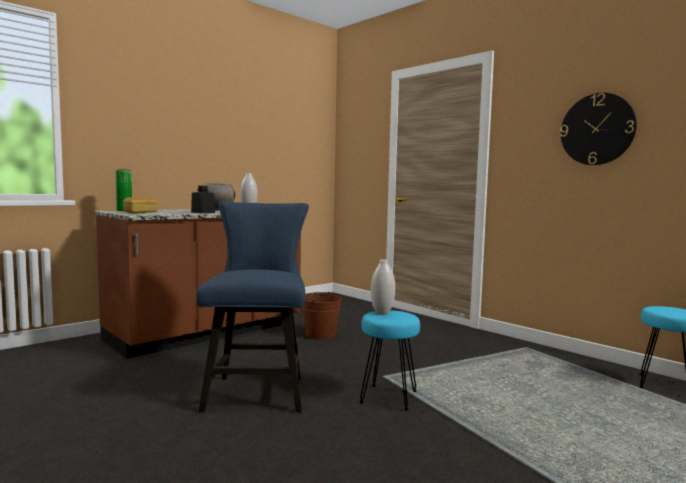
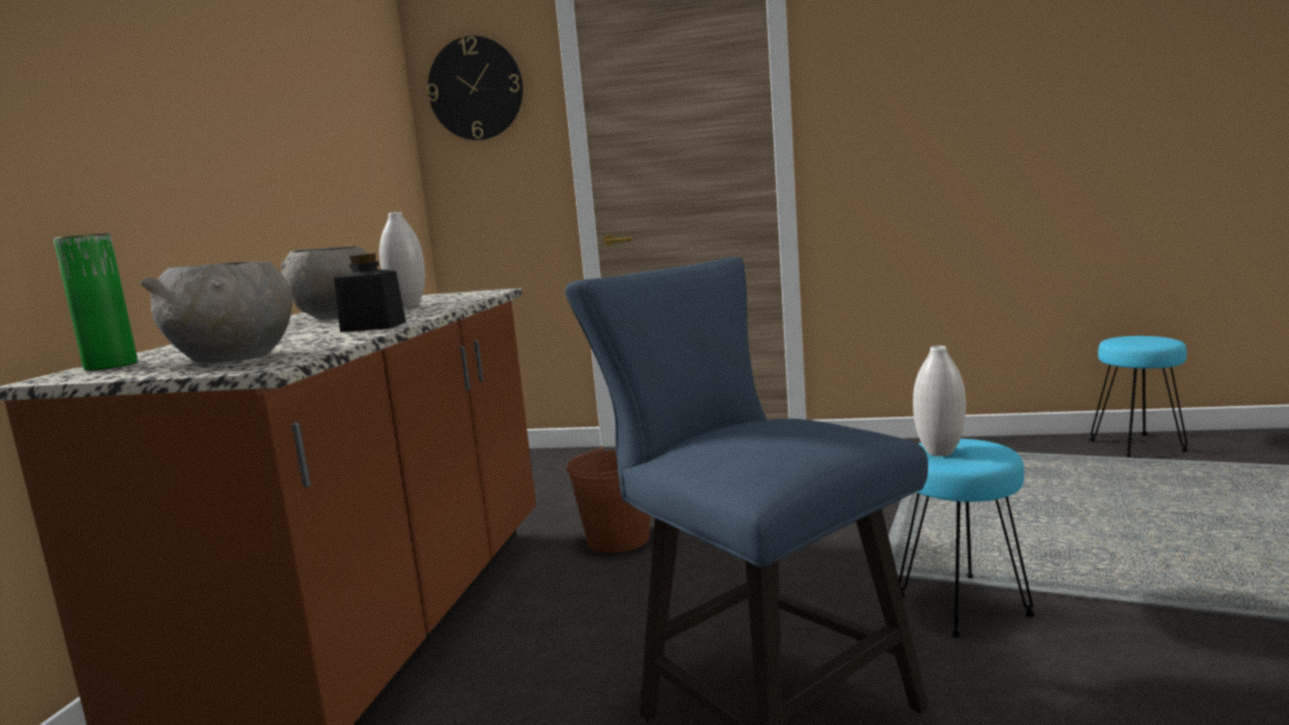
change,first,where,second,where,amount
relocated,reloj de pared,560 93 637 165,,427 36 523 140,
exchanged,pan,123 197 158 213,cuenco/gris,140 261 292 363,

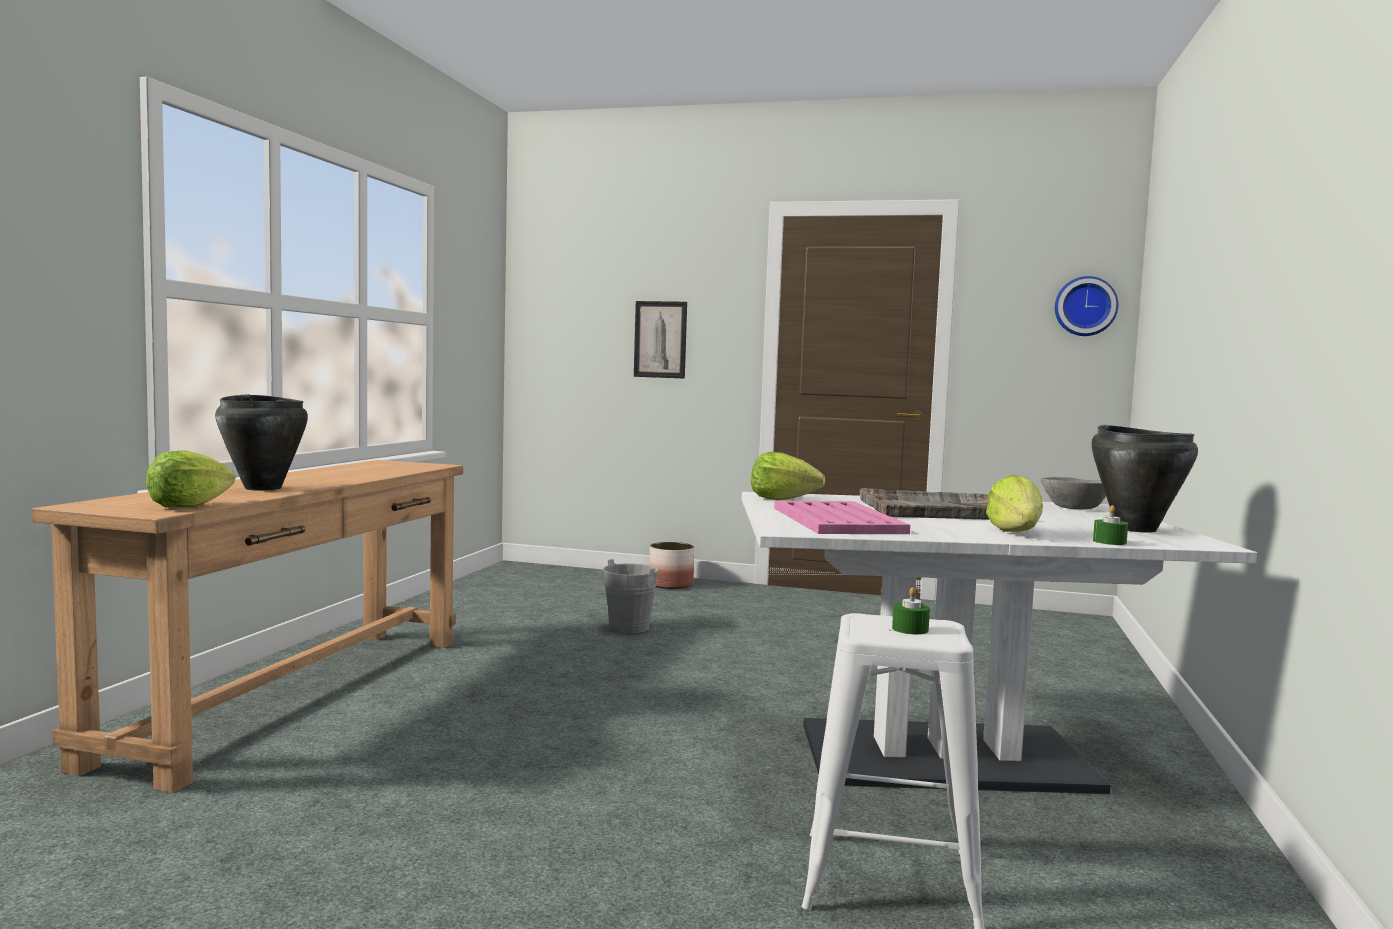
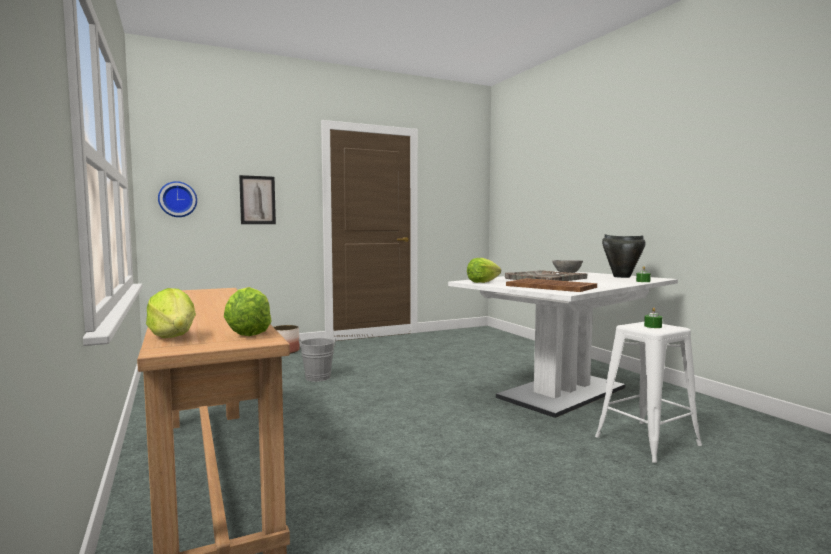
change,first,where,second,where,amount
relocated,reloj de pared,1055 276 1118 336,,158 181 197 217,
missing,olla/negro,215 394 308 491,,,
relocated,lechuga,986 475 1043 532,,146 288 196 338,
colour,bandeja/rosa,774 500 910 534,bandeja/marrón,506 278 597 292,

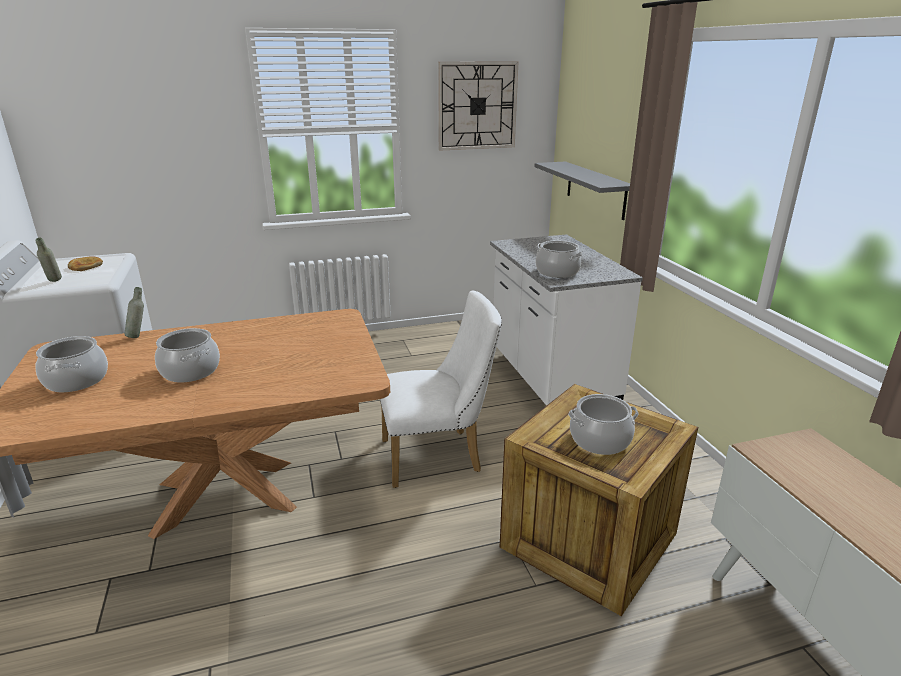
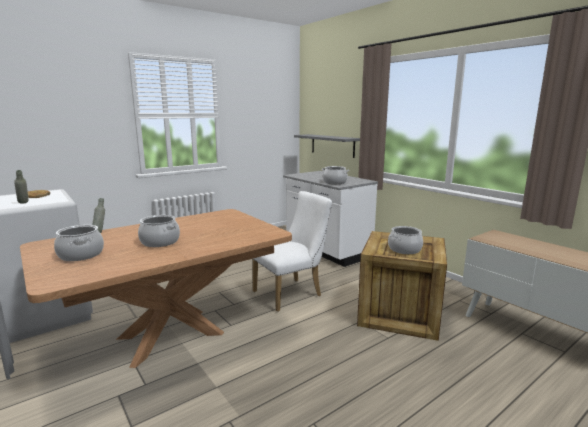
change,first,where,second,where,amount
missing,reloj de pared,438 61 518 151,,,

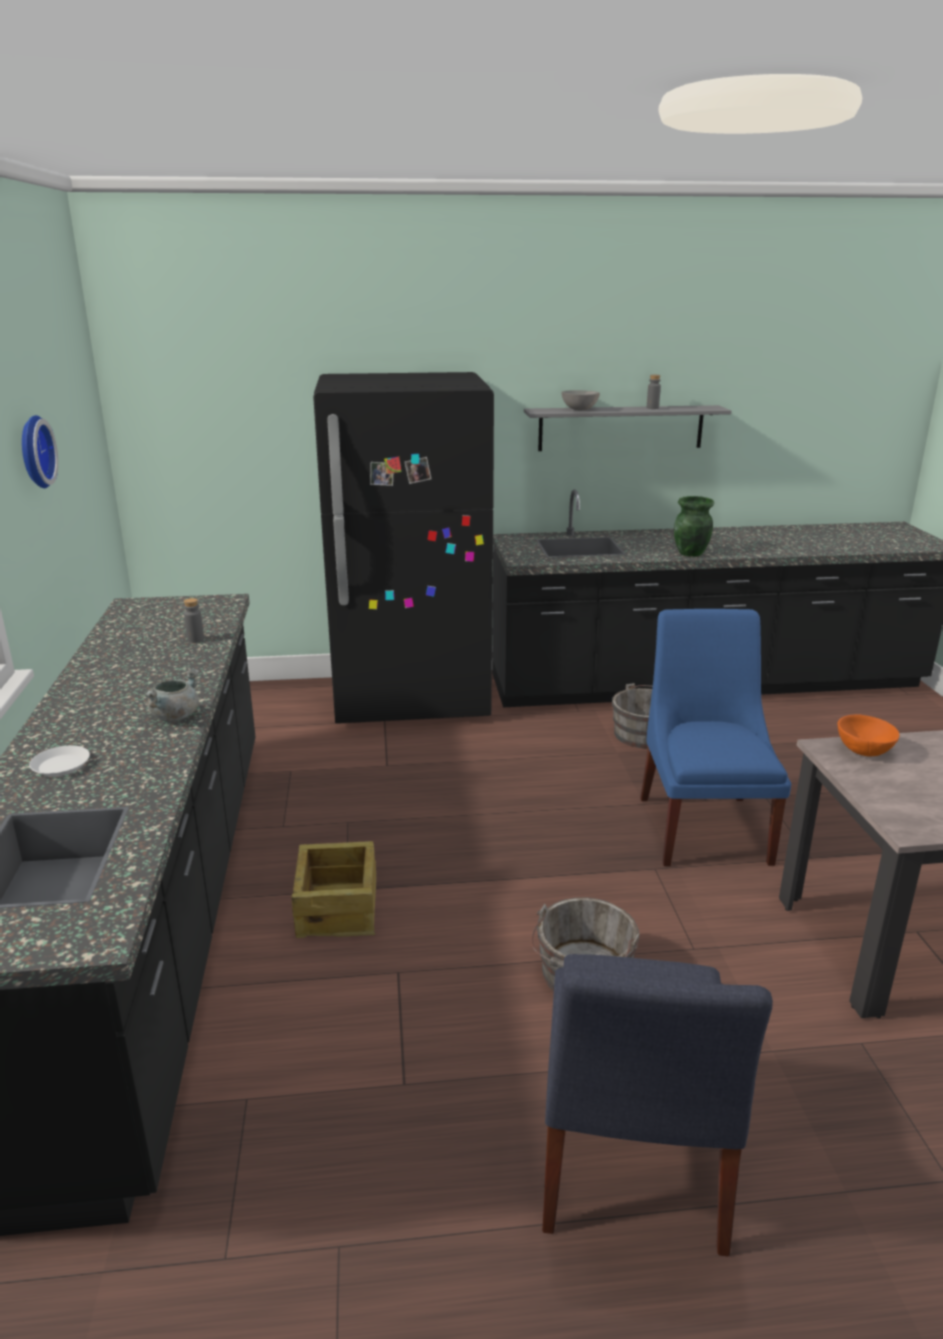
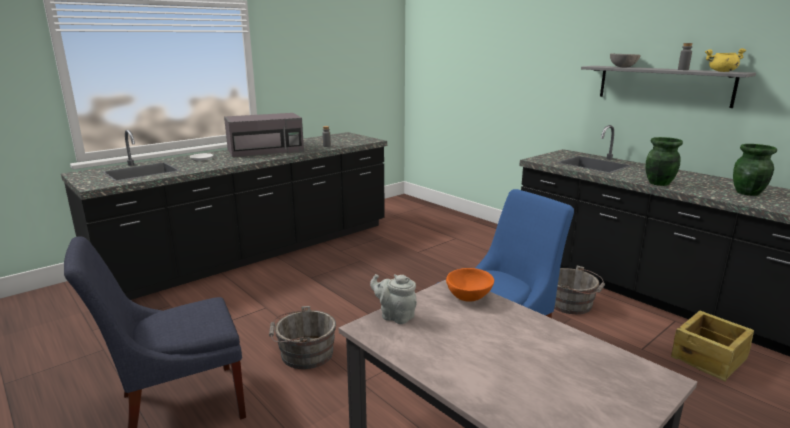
change,first,where,second,where,amount
missing,nevera/negro,313 372 494 723,,,
missing,reloj de pared,22 415 58 488,,,
missing,olla/gris,145 668 199 720,,,
relocated,caja de embalaje,291 841 376 938,,671 311 754 382,
appeared,,,olla/amarillo,705 48 746 72,
appeared,,,microondas/gris,224 113 304 158,
appeared,,,florero/verde,733 144 777 196,
appeared,,,tetera/gris,370 274 417 324,

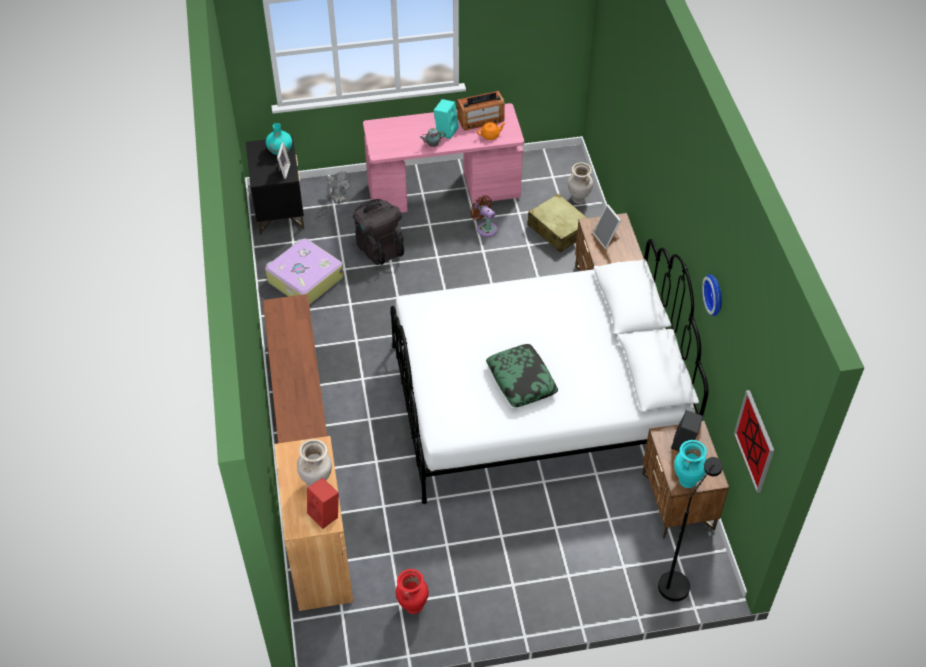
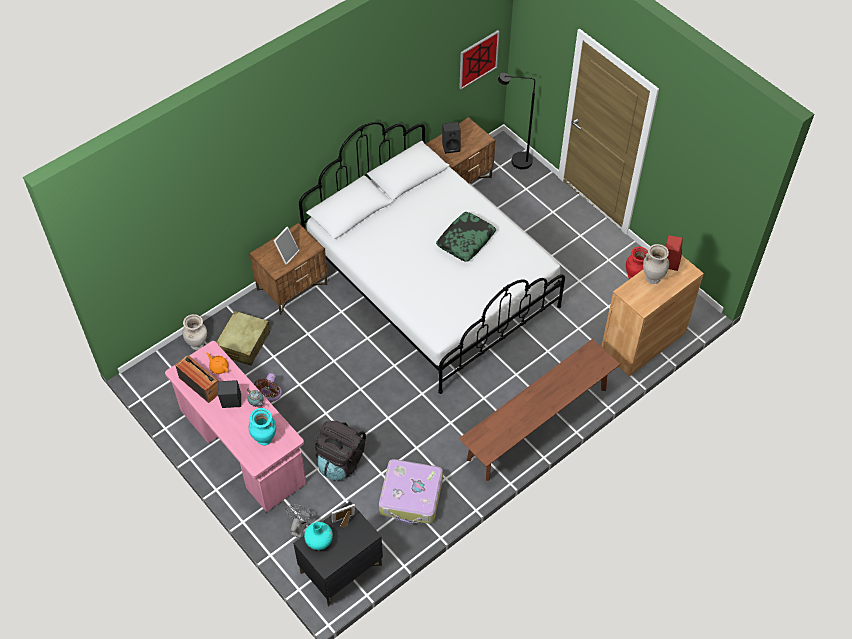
change,first,where,second,where,amount
colour,altavoz/turquesa,434 99 459 139,altavoz/negro,218 380 241 408,
missing,reloj de pared,702 274 722 316,,,
relocated,florero/turquesa,674 440 707 488,,249 408 276 445,

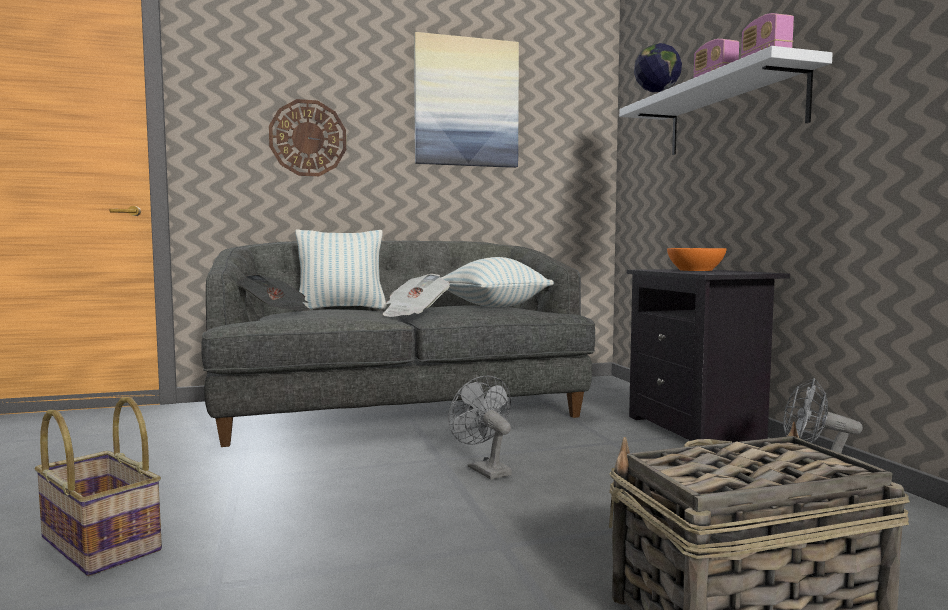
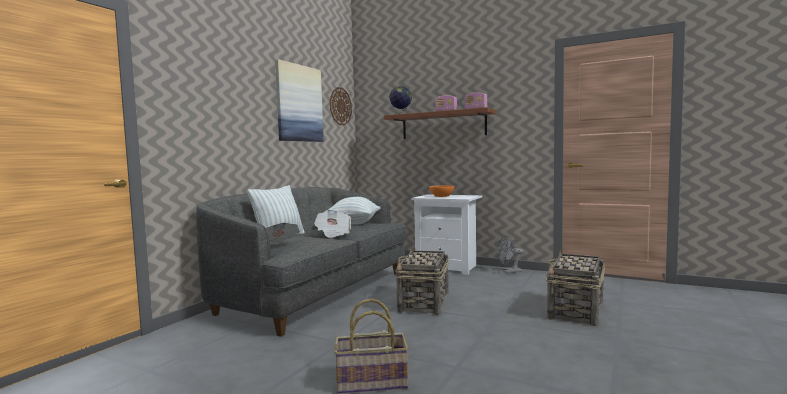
change,first,where,second,where,amount
colour,estante/blanco,619 46 833 155,estante/marrón,384 107 496 139,
relocated,reloj de pared,269 99 346 176,,330 87 352 125,
colour,mesita de noche/negro,627 269 790 442,mesita de noche/blanco,411 194 482 275,
exchanged,ventilador/gris,448 376 512 480,cesta,395 246 449 315,

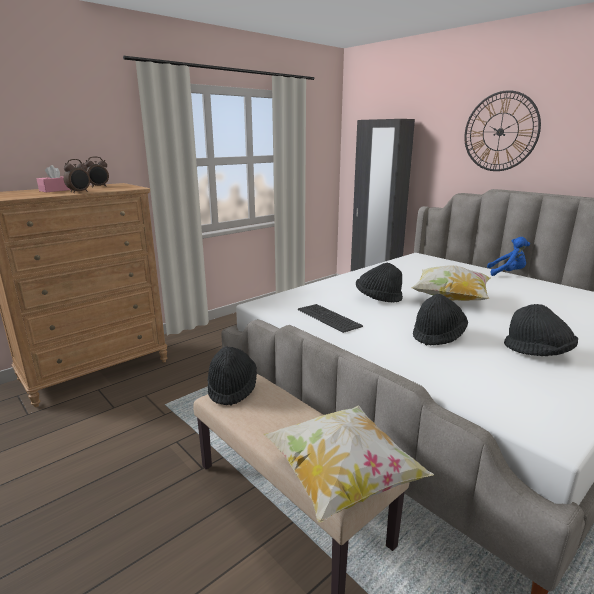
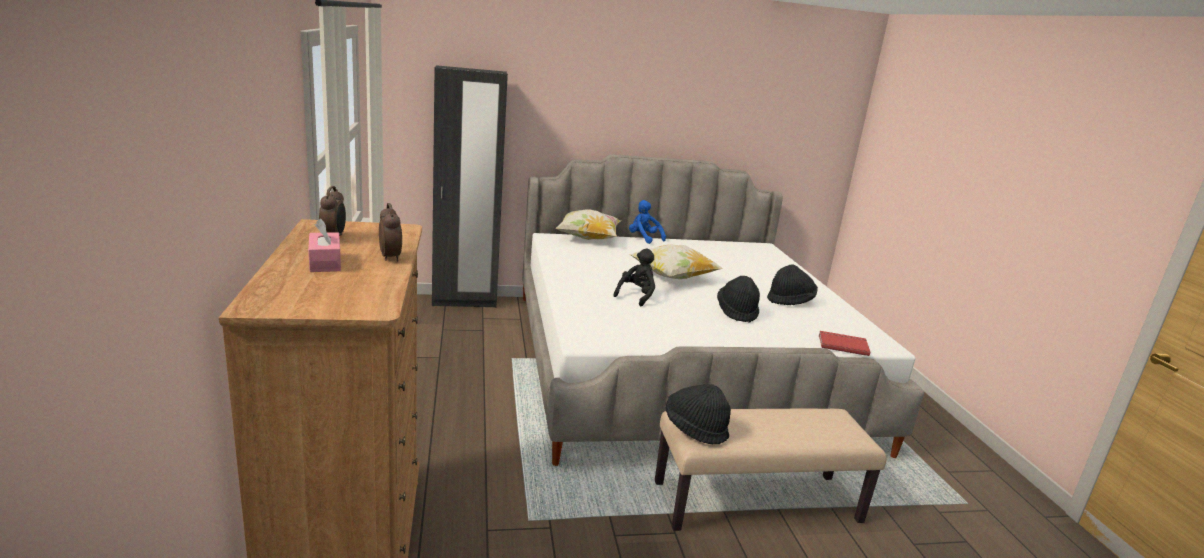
change,first,where,second,where,amount
missing,reloj de pared,464 90 541 171,,,
spun,peluche/azul,487 237 530 276,,629 200 666 244,90 degrees counterclockwise
exchanged,sombrero/negro,356 263 403 302,peluche/negro,613 248 655 306,
missing,teclado,298 304 363 333,,,
relocated,cojín,263 405 434 523,,555 210 621 240,
appeared,,,libro/rojo,819 331 870 356,

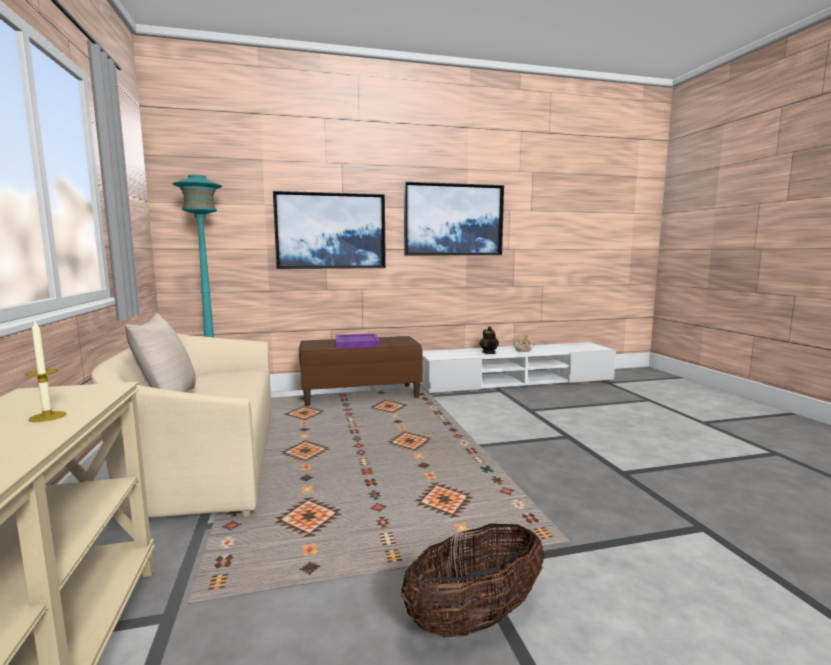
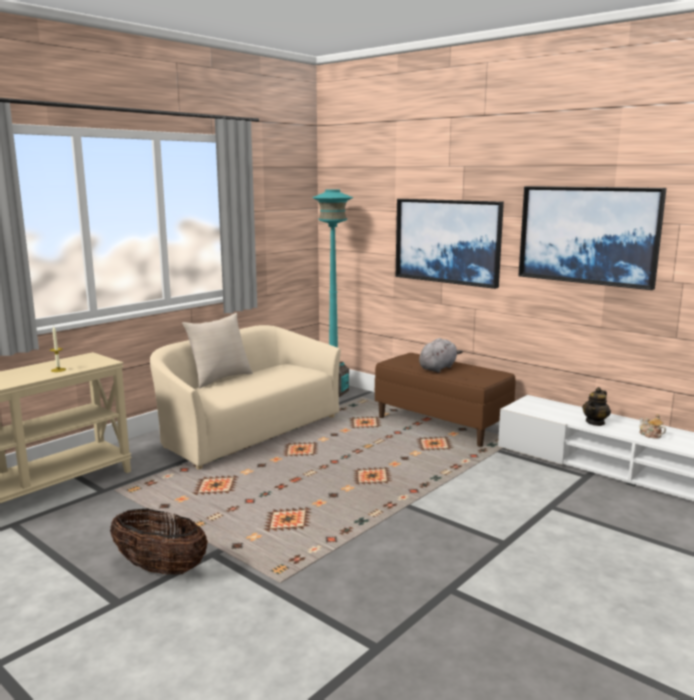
change,first,where,second,where,amount
exchanged,bandeja/morado,336 334 380 348,peluche/gris,419 338 463 373,

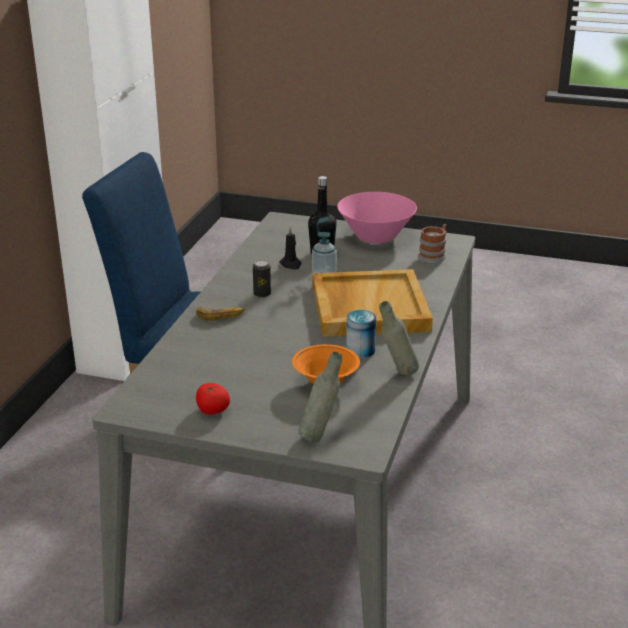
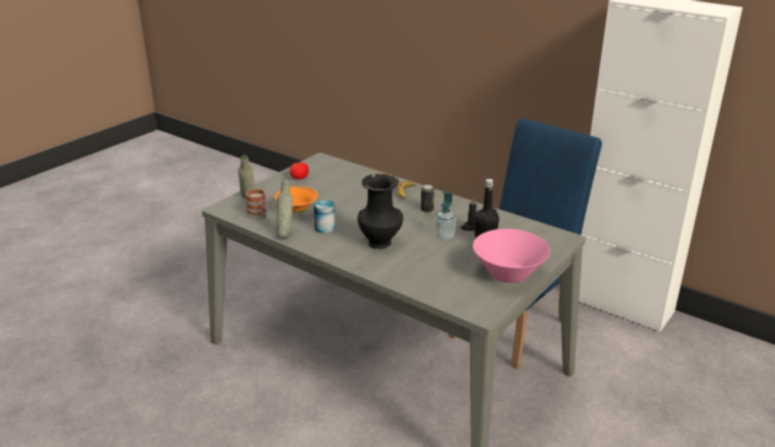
change,first,where,second,where,amount
relocated,taza grande,418 224 446 264,,245 189 268 219,
exchanged,bandeja/beis,313 269 433 337,florero/negro,358 173 403 249,

